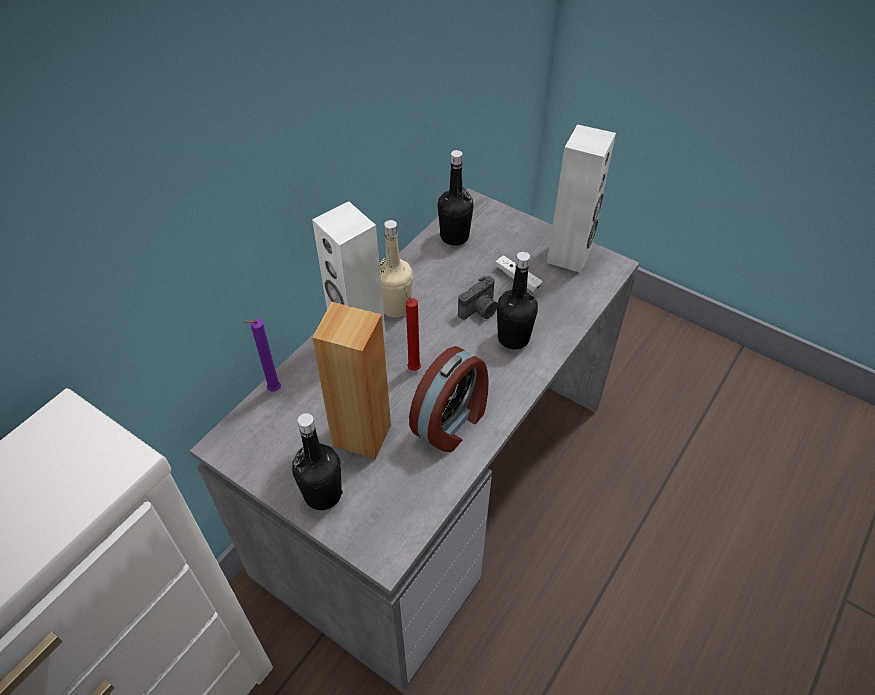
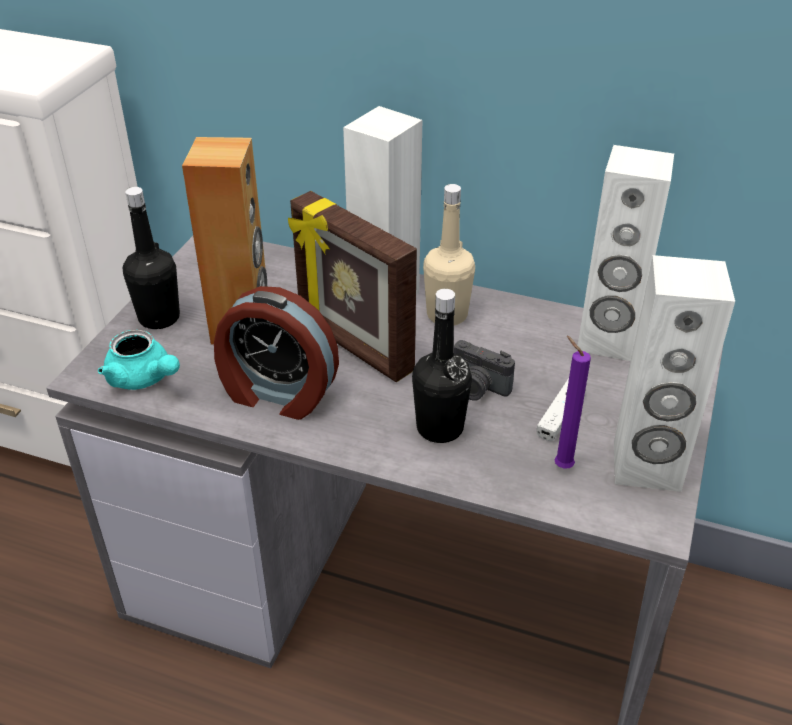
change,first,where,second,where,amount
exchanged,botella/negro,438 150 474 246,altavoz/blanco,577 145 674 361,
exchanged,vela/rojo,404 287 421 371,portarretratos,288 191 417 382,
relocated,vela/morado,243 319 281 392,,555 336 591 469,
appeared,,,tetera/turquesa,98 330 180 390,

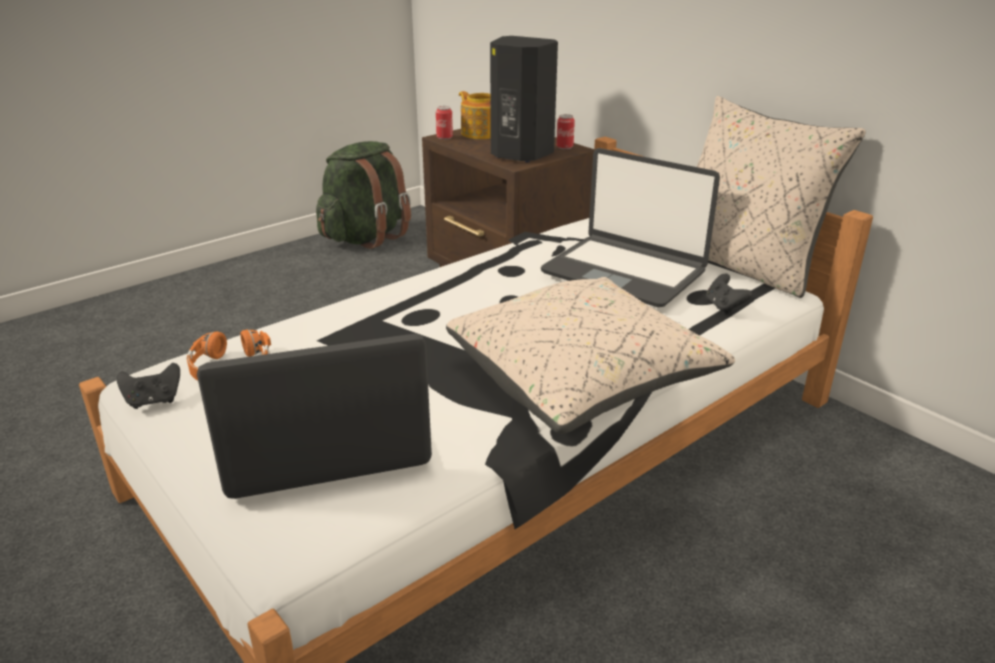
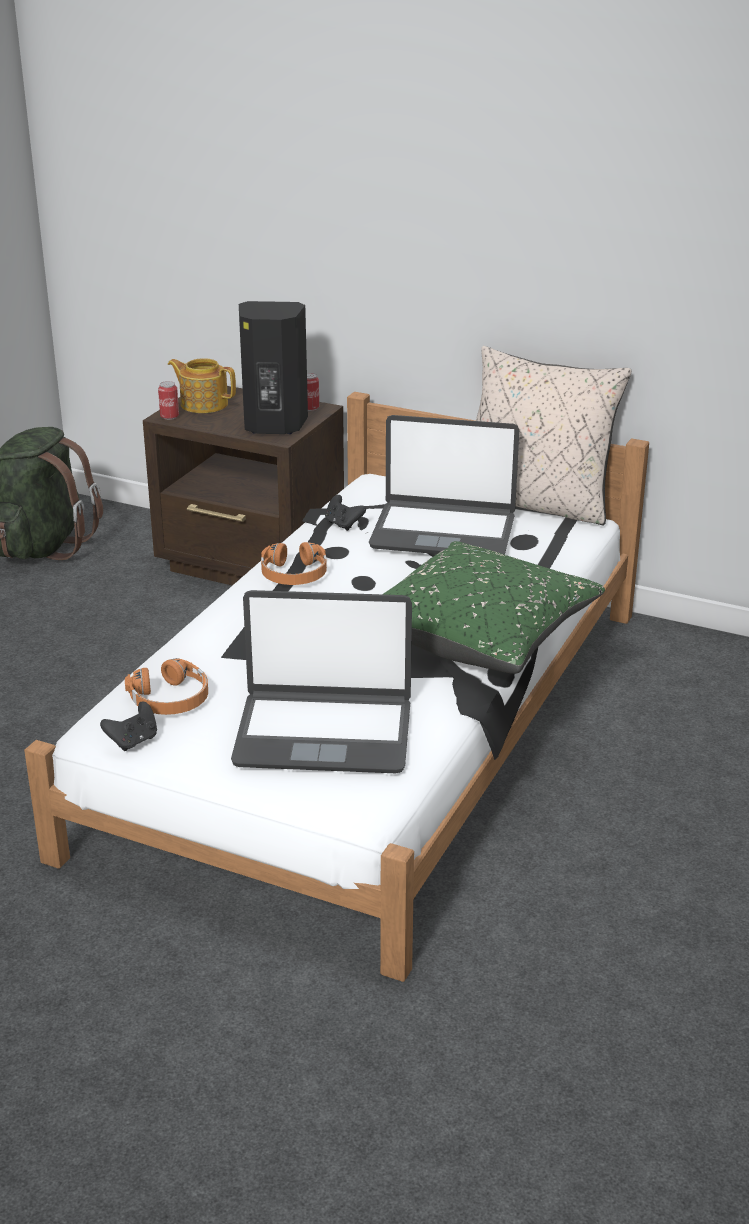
change,first,where,second,where,amount
relocated,mando de consola/negro,706 274 752 314,,325 495 366 531,
colour,cojín/beis,446 277 735 434,cojín/verde,383 541 605 674,
spun,portátil,197 334 432 499,,231 590 412 773,135 degrees counterclockwise
appeared,,,auriculares/naranja,261 542 327 585,

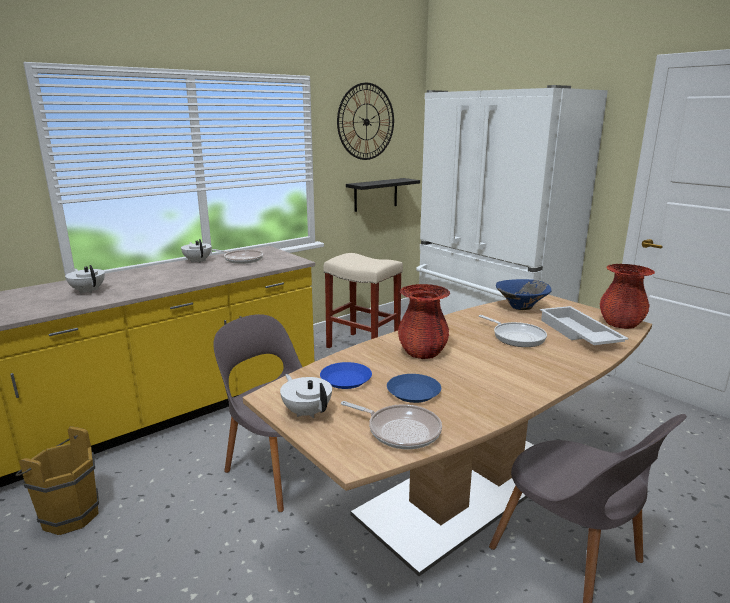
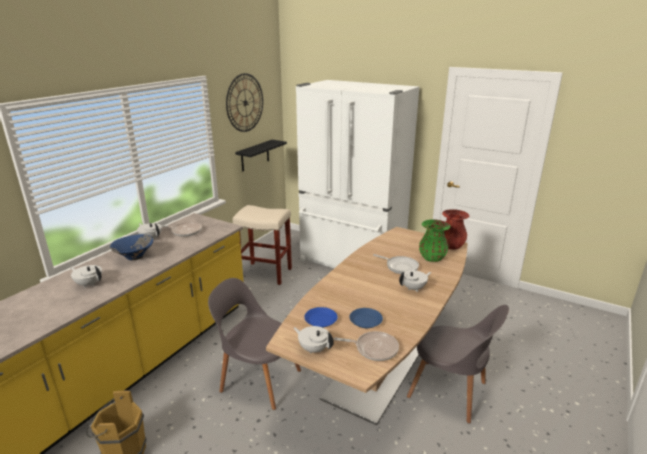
change,first,where,second,where,amount
relocated,cuenco/azul,496 279 551 310,,110 234 153 260,
missing,florero/rojo,398 284 450 359,,,
exchanged,bandeja/blanco,540 306 629 345,florero/verde,419 219 451 262,
appeared,,,tetera/blanco,399 270 431 292,

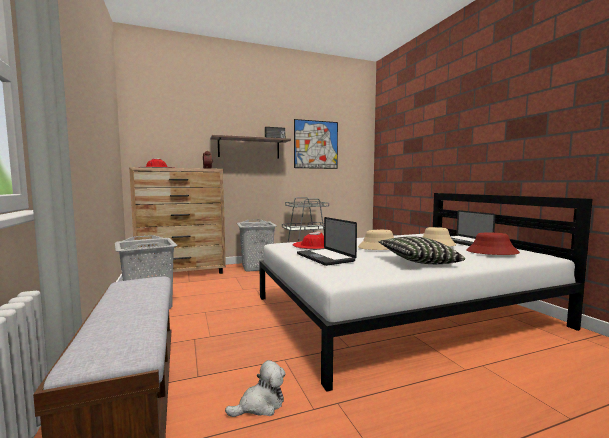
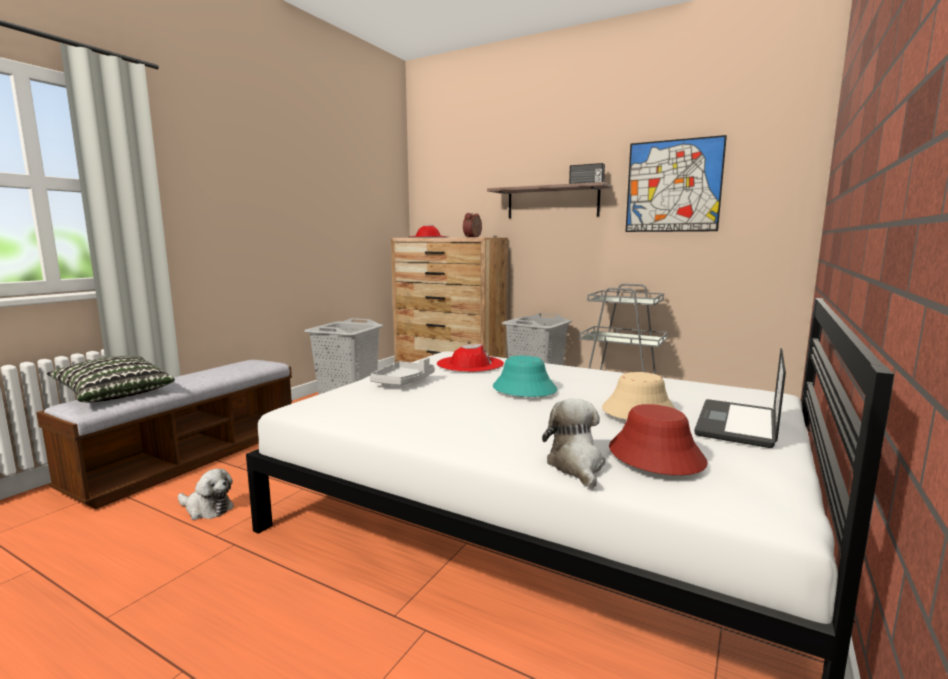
change,first,where,second,where,amount
exchanged,portátil,297 217 357 266,bandeja/gris,370 357 435 385,
colour,sombrero/beis,358 230 394 250,sombrero/turquesa,493 356 557 397,
relocated,cojín,379 236 465 264,,47 356 175 402,
appeared,,,peluche,542 399 605 488,

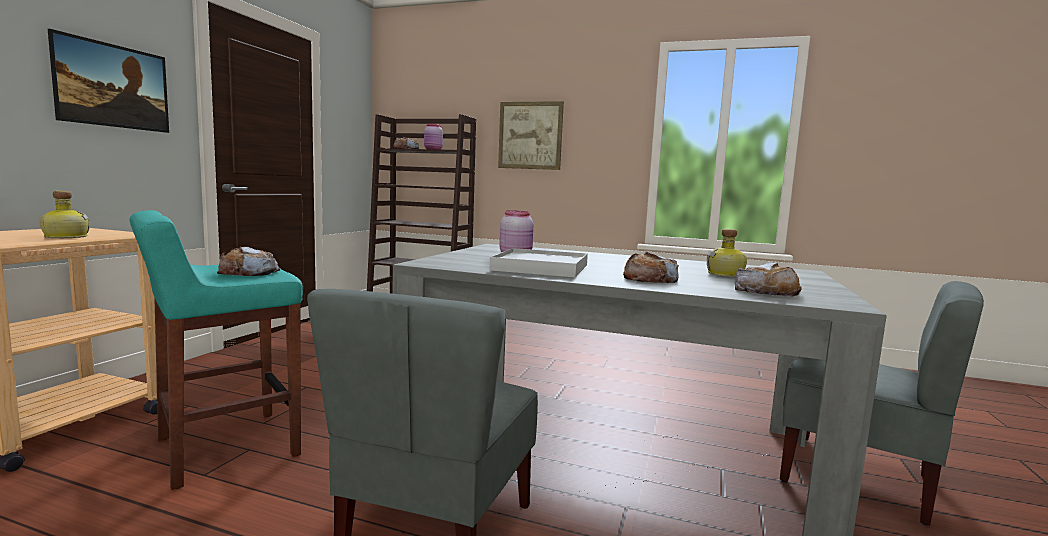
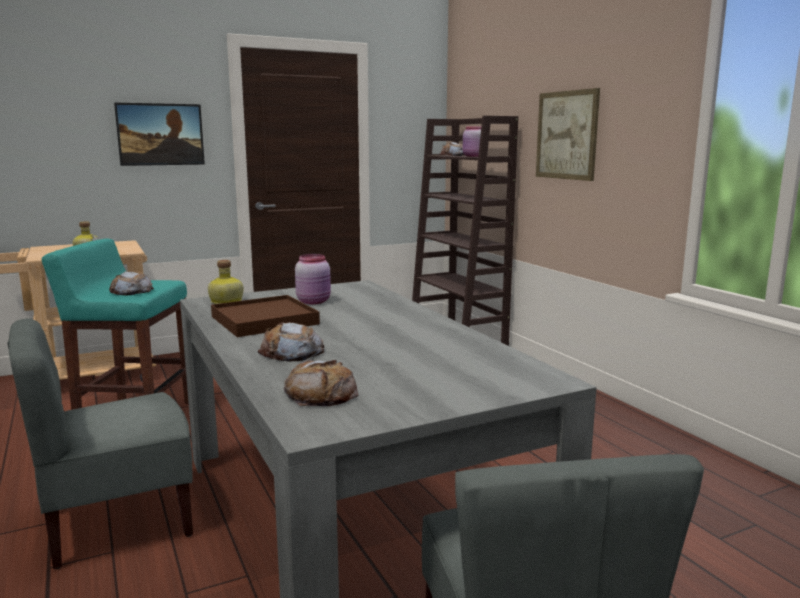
change,first,where,second,where,amount
relocated,botella,707 229 747 277,,208 260 244 304,
colour,bandeja/blanco,489 248 588 277,bandeja/marrón,211 295 320 337,

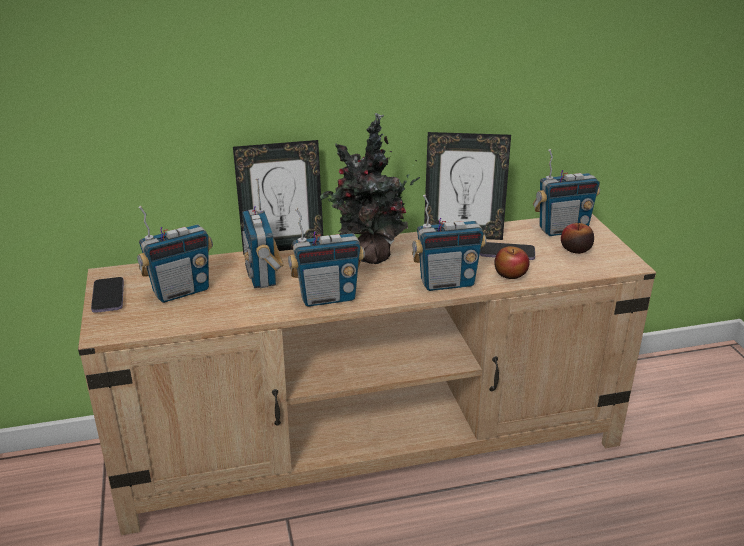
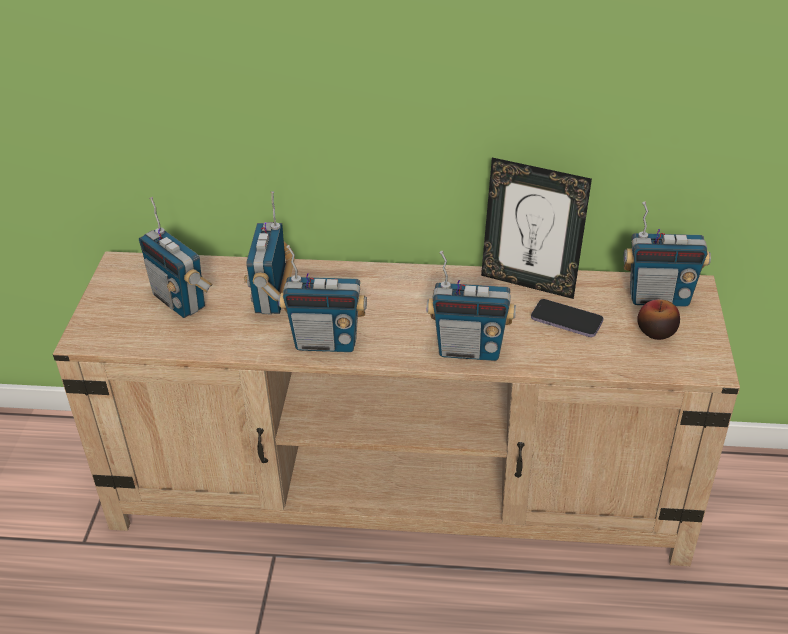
change,first,where,second,where,amount
missing,planta en maceta,320 113 420 264,,,
missing,portarretratos,233 140 323 255,,,
spun,radio,137 206 213 303,,139 197 213 318,60 degrees clockwise
missing,manzana,494 246 530 279,,,
missing,móvil,91 277 124 313,,,

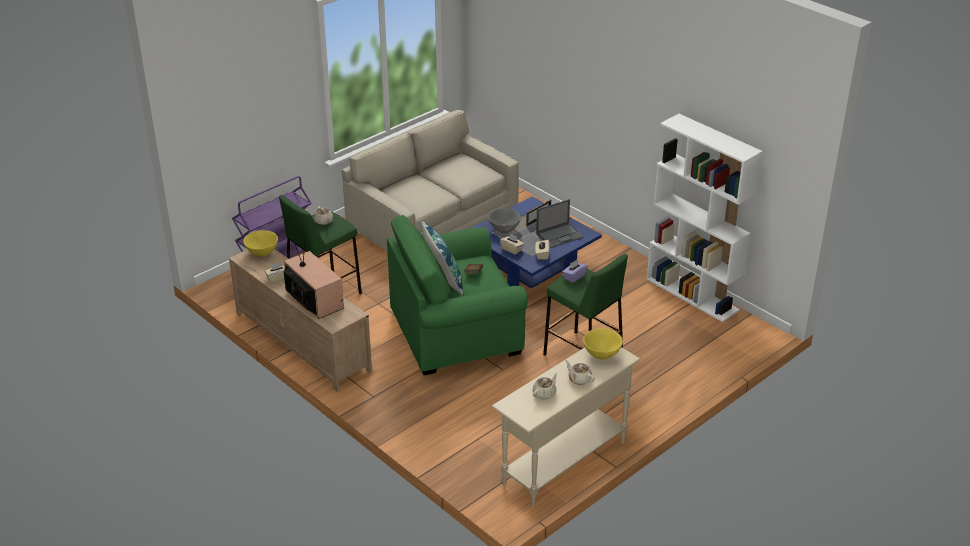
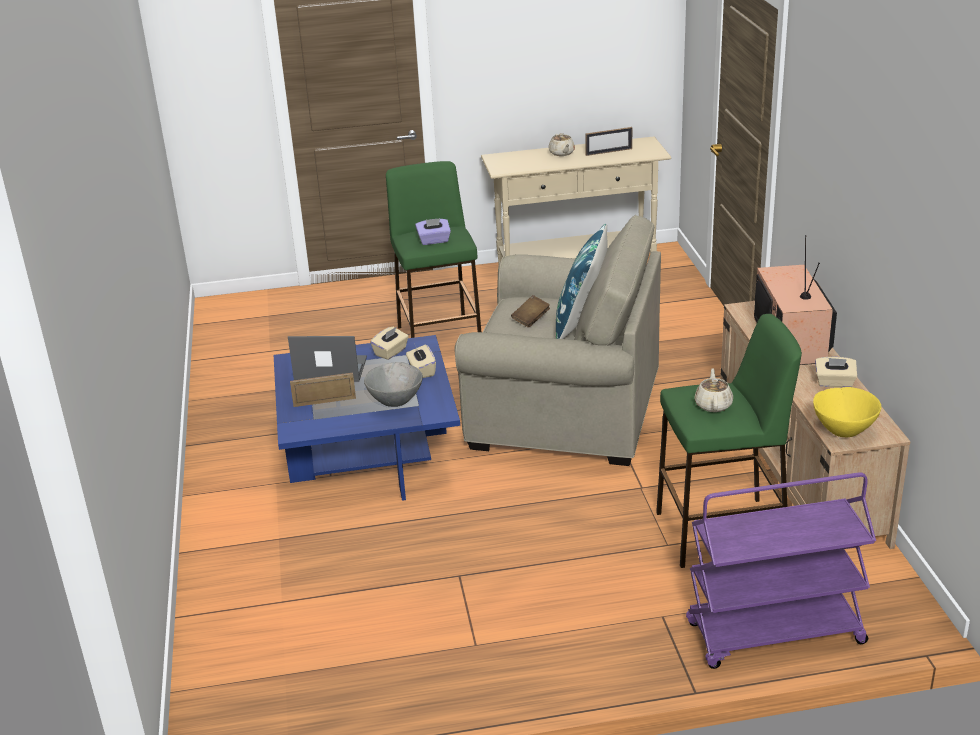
change,first,where,second,where,amount
missing,sofá/beis,342 110 519 251,,,
missing,estantería/blanco,646 114 763 322,,,
colour,sillón/verde,387 215 528 375,sillón/beis,454 215 661 466,
missing,cuenco/amarillo,583 328 623 359,,,
exchanged,tetera/beis,533 373 558 399,portarretratos,585 127 632 156,

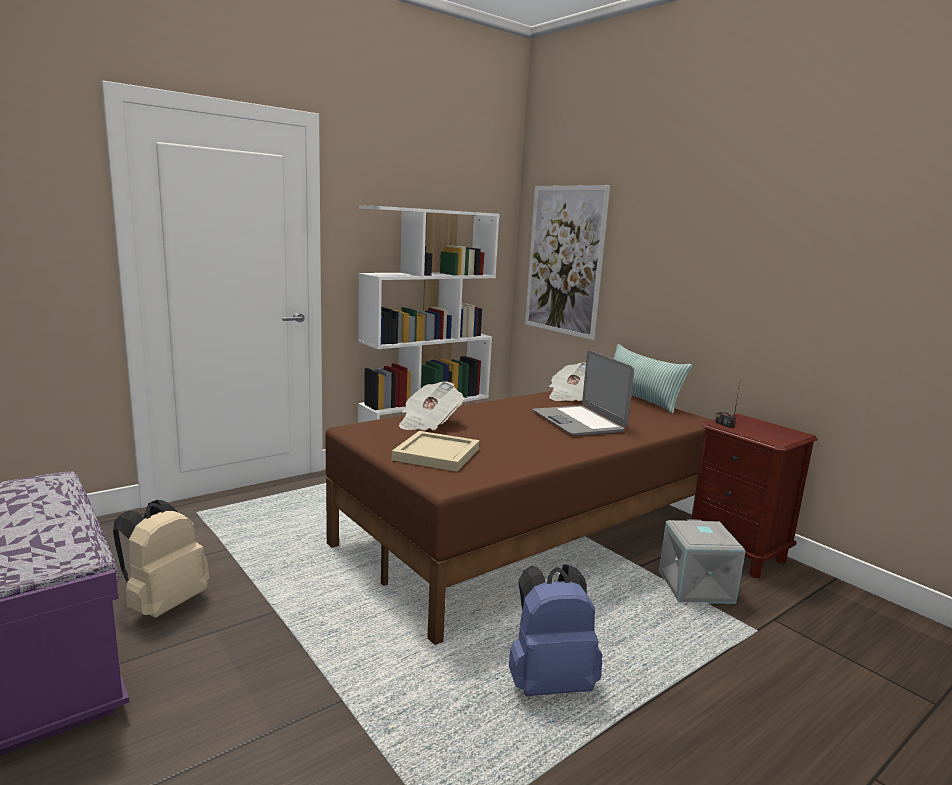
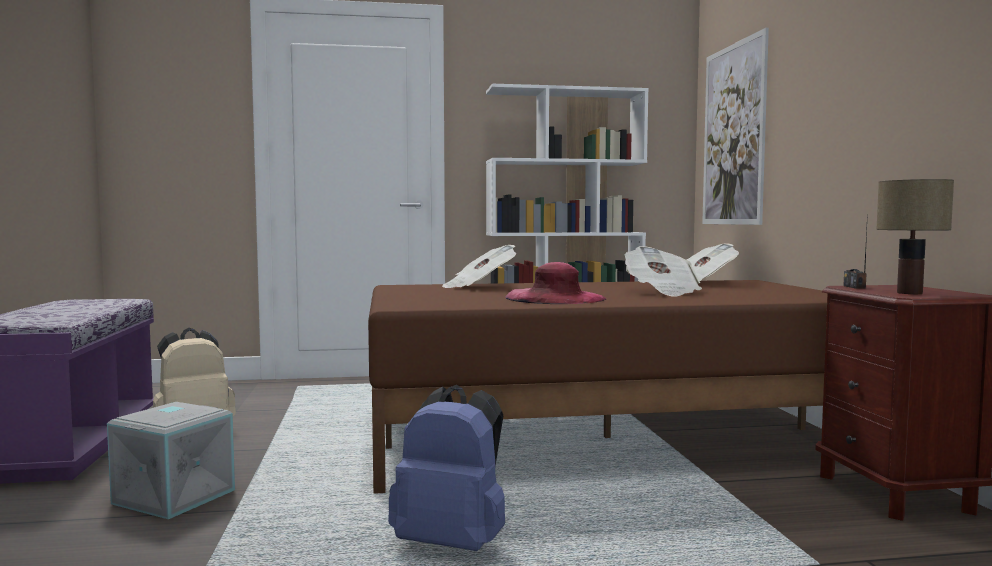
change,first,where,second,where,amount
missing,cojín,613 344 693 414,,,
exchanged,portátil,533 350 634 436,periódico,625 246 702 297,
missing,bandeja/beis,392 431 480 472,,,
relocated,caja de almacenaje/gris,659 519 746 604,,107 402 235 519,
appeared,,,lámpara de mesa,876 179 954 294,
appeared,,,sombrero/rosa,505 262 606 304,

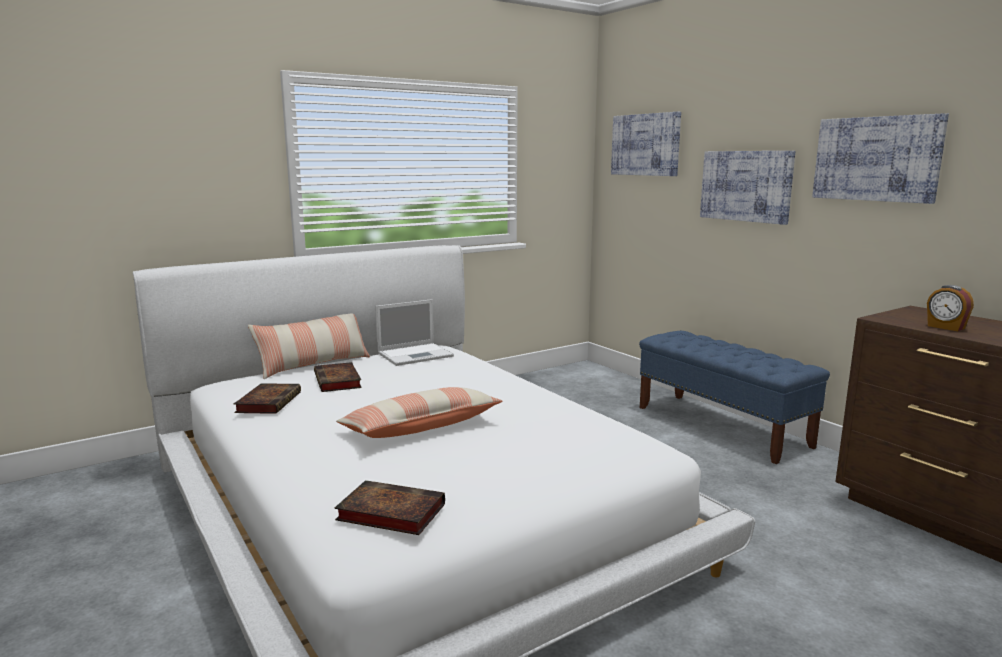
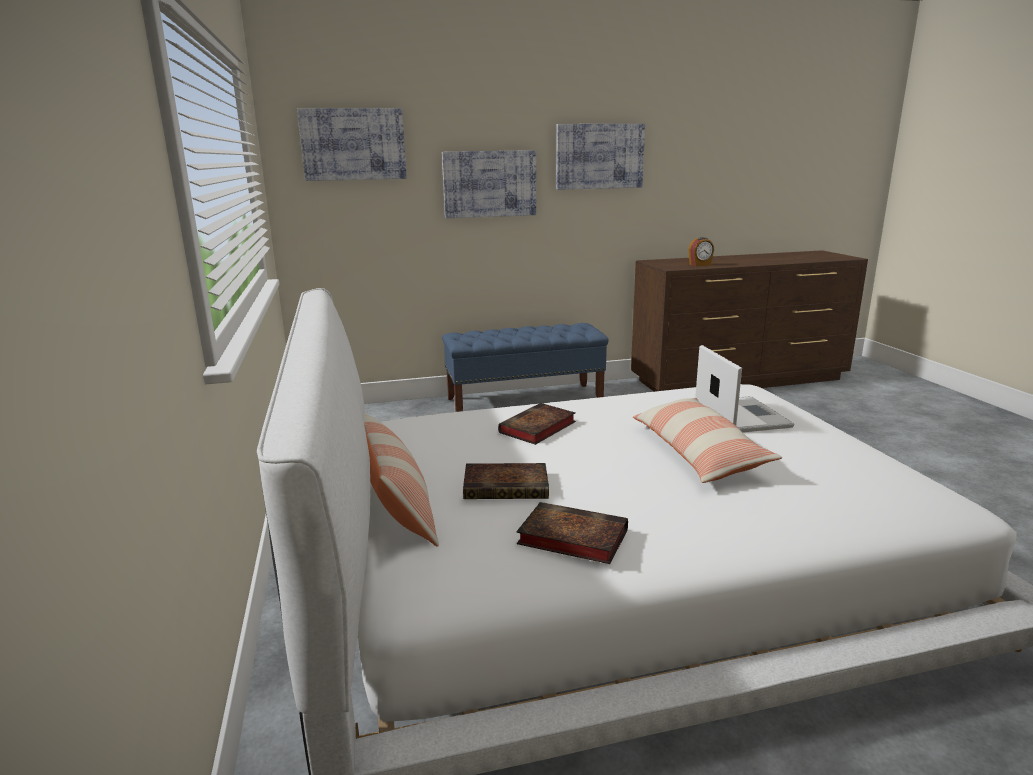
change,first,where,second,where,amount
relocated,portátil,375 299 454 366,,695 345 794 432,
relocated,libro,335 480 445 535,,498 403 576 445,

